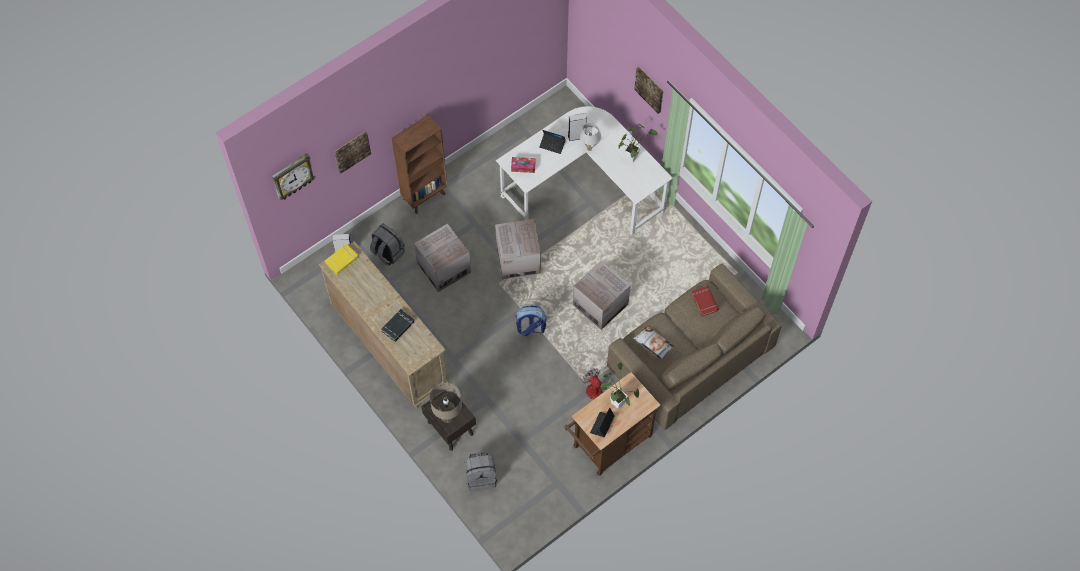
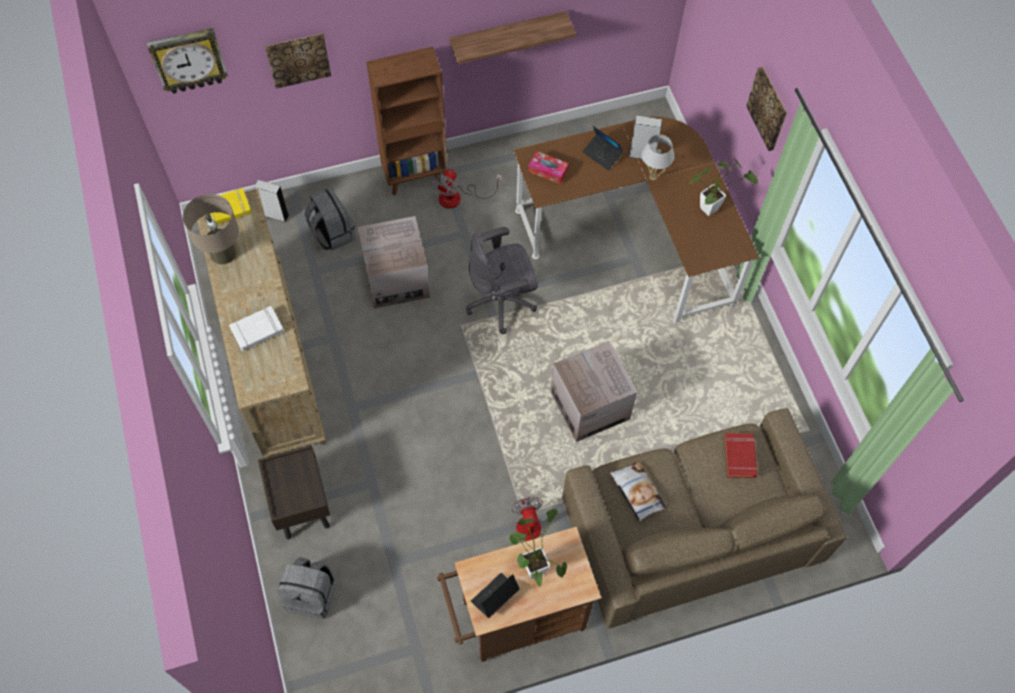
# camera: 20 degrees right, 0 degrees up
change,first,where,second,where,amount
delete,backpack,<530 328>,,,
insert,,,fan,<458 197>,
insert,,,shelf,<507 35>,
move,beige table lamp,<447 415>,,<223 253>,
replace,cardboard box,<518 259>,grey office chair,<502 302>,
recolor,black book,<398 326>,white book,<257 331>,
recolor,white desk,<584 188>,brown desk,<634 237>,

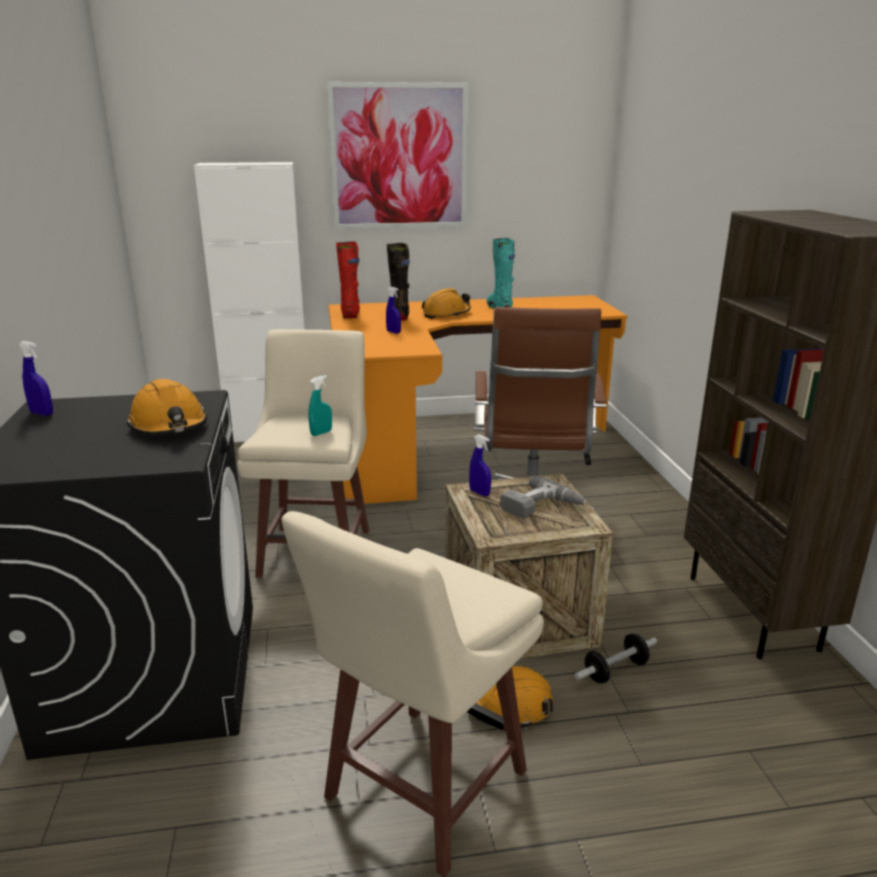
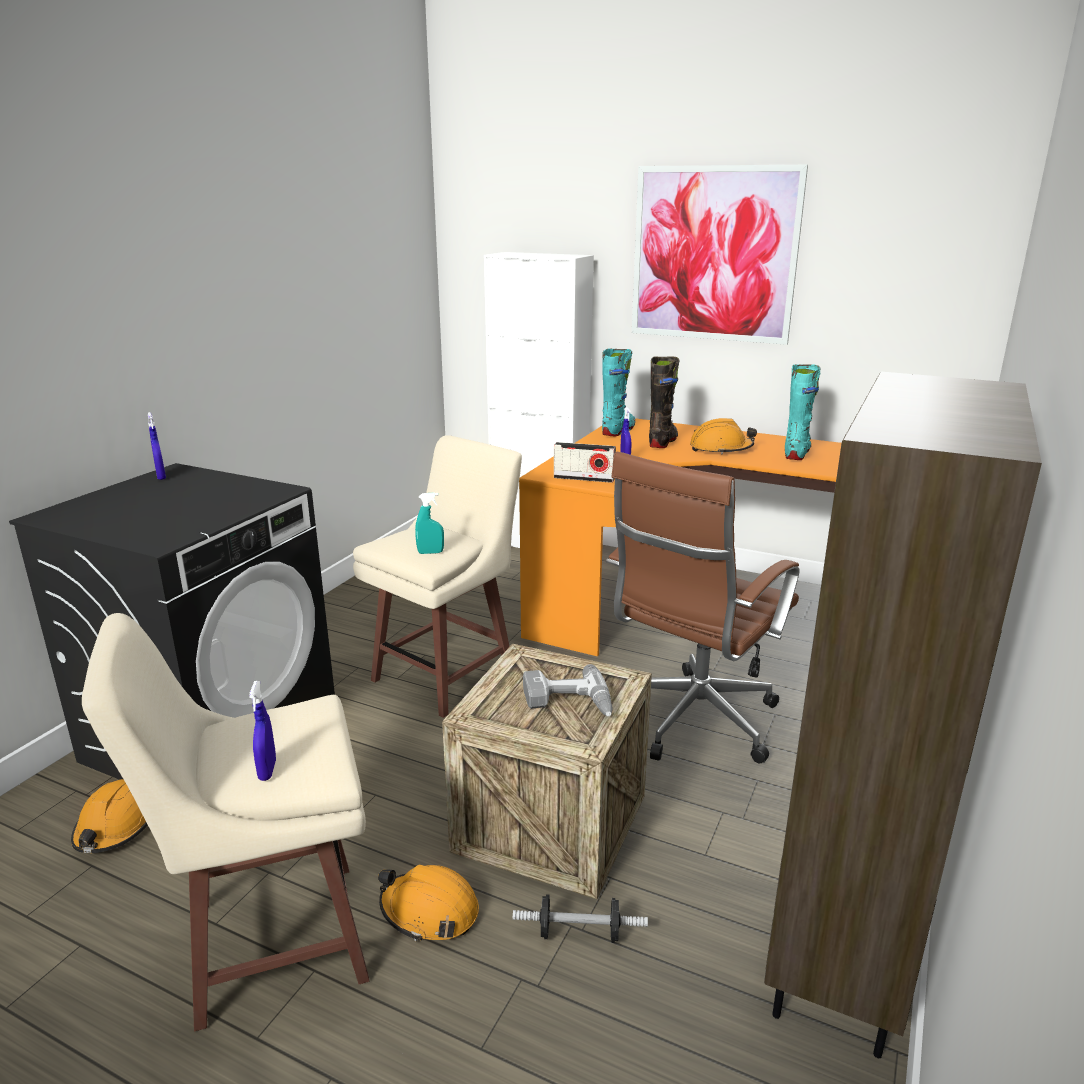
# camera: 35 degrees right, 0 degrees up
change,first,where,second,where,amount
insert,,,radio,<584 478>,
move,orange hard hat,<169 426>,,<115 827>,
move,blue spray bottle,<479 493>,,<267 770>,
recolor,red boot,<350 314>,turquoise boot,<618 431>,

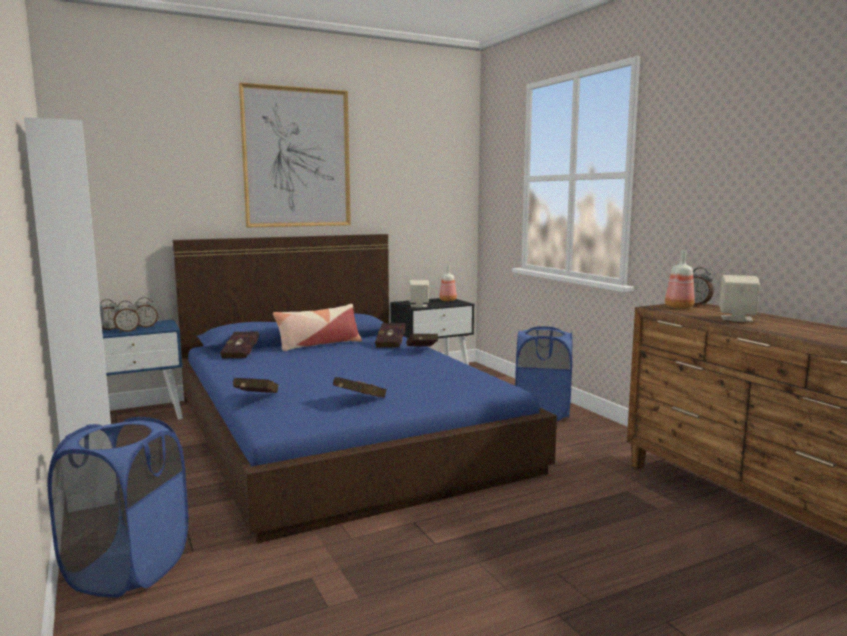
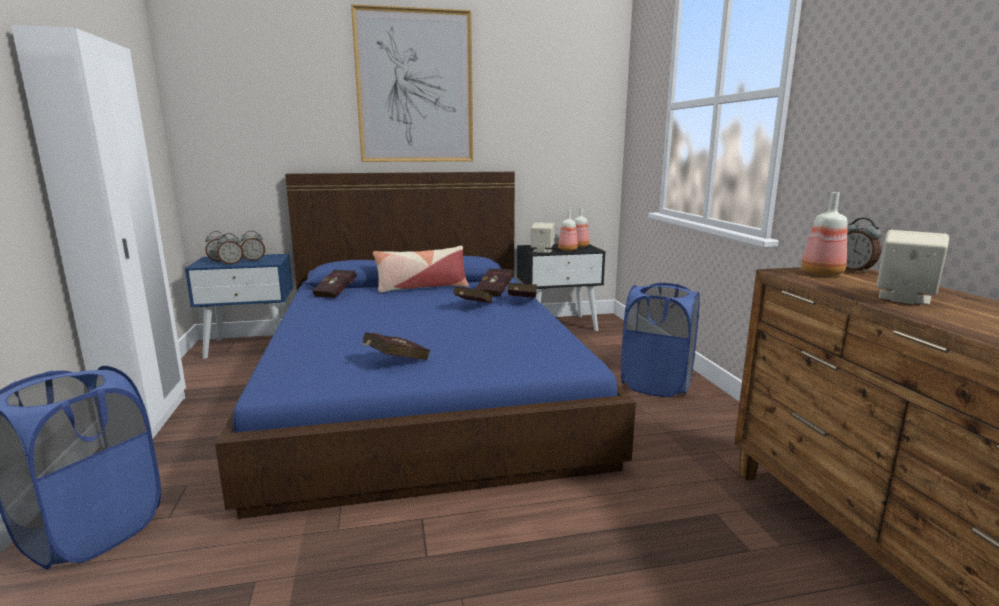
# camera: 15 degrees right, 5 degrees up
change,first,where,second,where,amount
insert,,,bottle,<568 250>,
move,red book,<255 399>,,<472 307>,

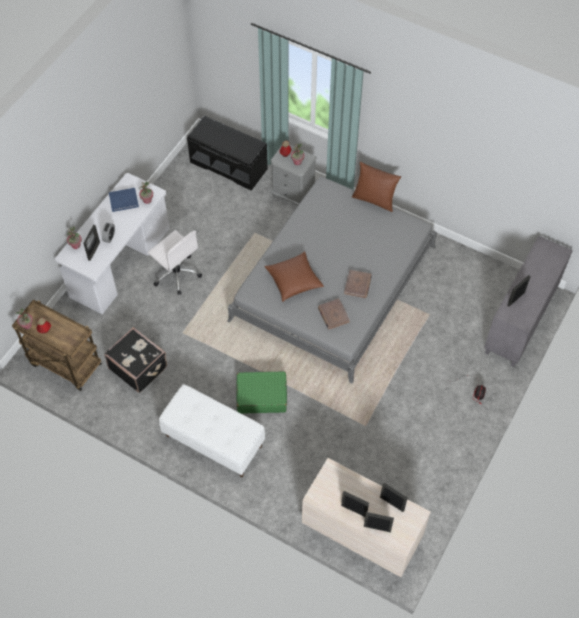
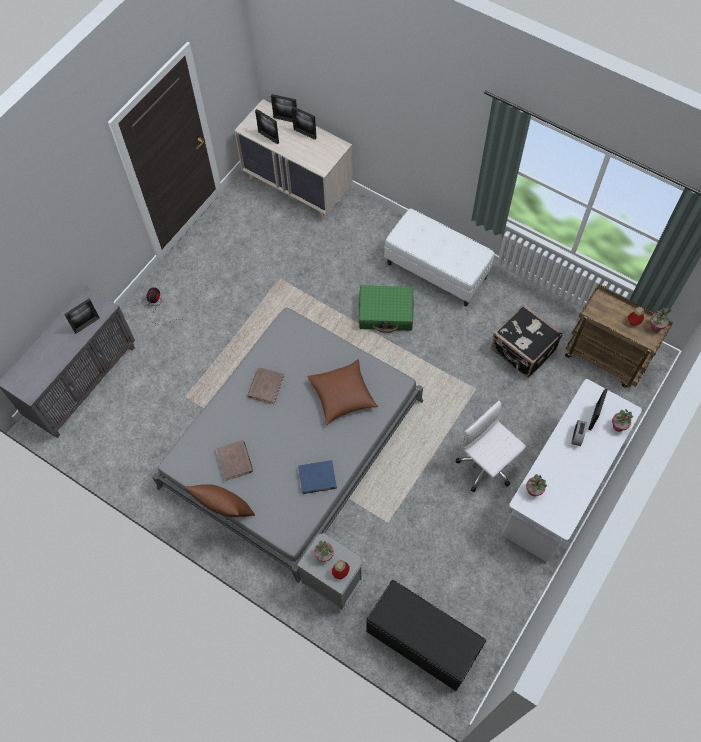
# camera: 175 degrees left, 5 degrees up
change,first,where,second,where,amount
move,blue book,<123 200>,,<317 478>,
move,brown book,<333 315>,,<235 461>,

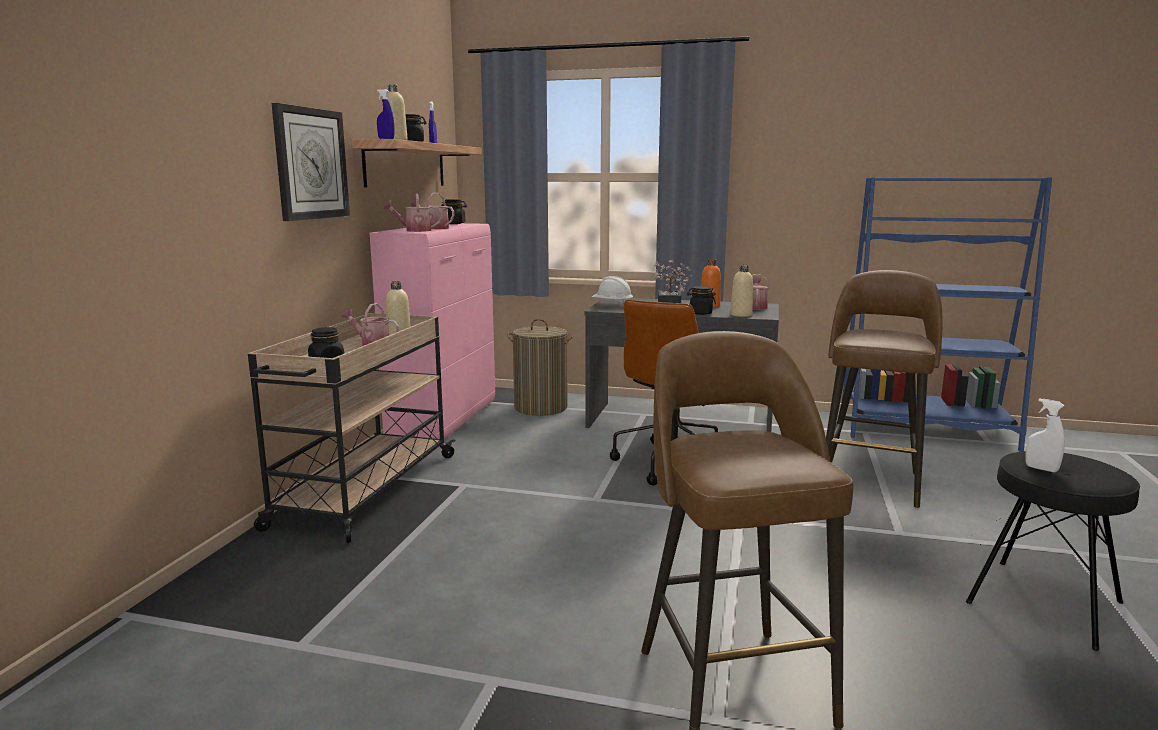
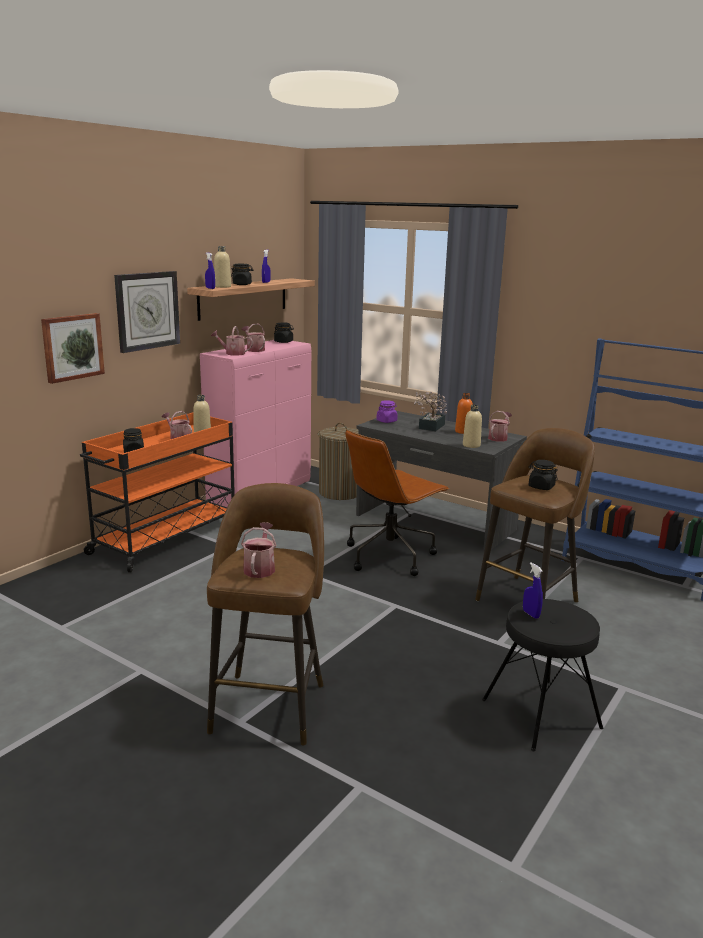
# camera: 20 degrees right, 5 degrees up
change,first,where,second,where,amount
insert,,,picture,<72 347>,
insert,,,watering can,<260 568>,
move,black jar,<700 313>,,<541 487>,
replace,white hard hat,<612 305>,purple jar,<386 421>,
recolor,beige cart,<364 491>,orange cart,<166 538>,
recolor,white spray bottle,<1041 469>,blue spray bottle,<531 614>,

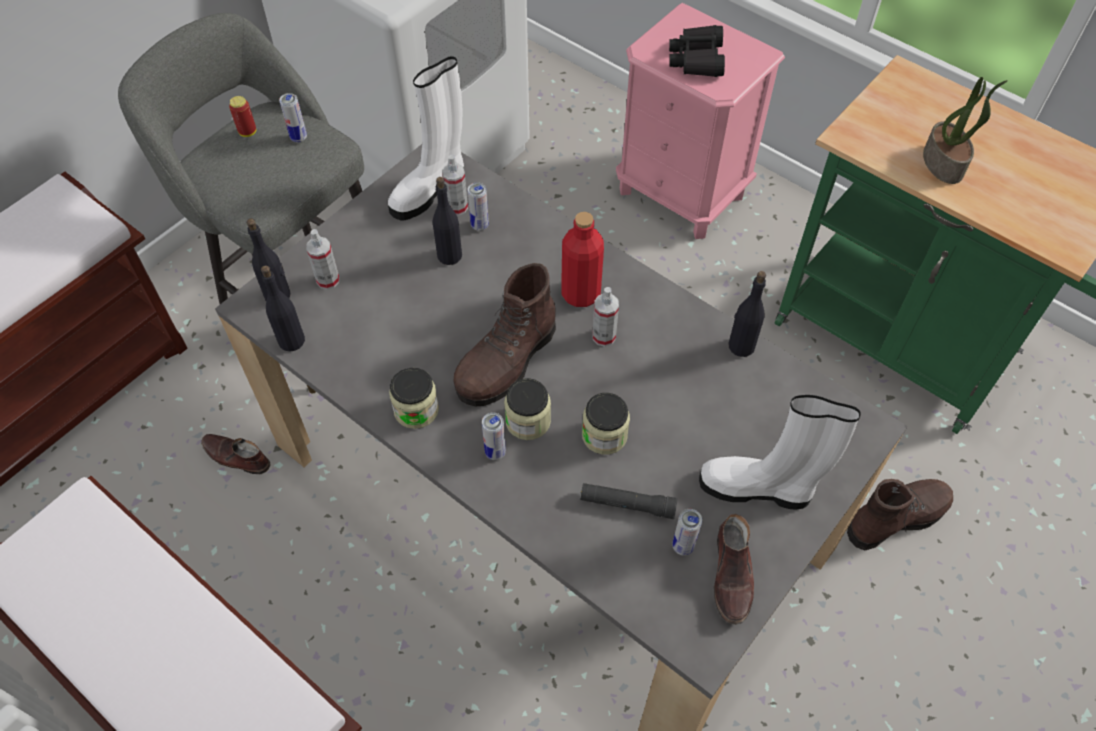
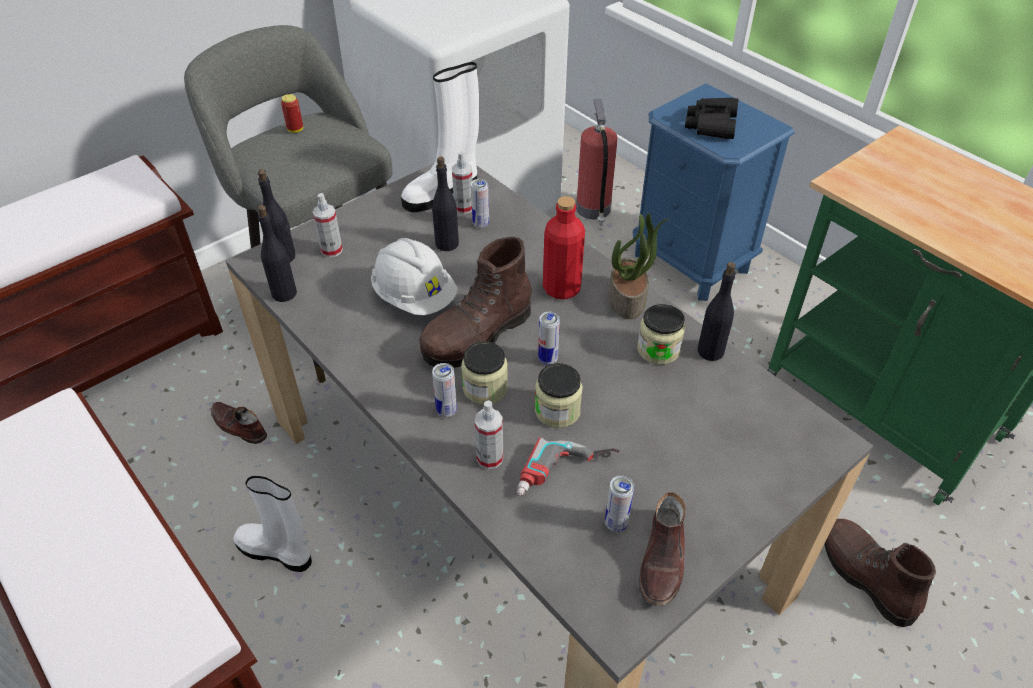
# camera: 10 degrees right, 10 degrees down
change,first,where,second,where,amount
insert,,,white hard hat,<414 297>,
insert,,,fire extinguisher,<593 209>,
move,can,<298 137>,,<547 359>,
move,jar,<416 410>,,<658 349>,
move,spray bottle,<604 336>,,<490 458>,
move,white boot,<758 488>,,<277 552>,
move,potted plant,<944 163>,,<628 299>,
replace,black flashlight,<627 504>,power drill,<566 476>,
recolor,pink nightstand,<681 193>,blue nightstand,<691 261>,
rotate,brown boot,<896 518>,,<866 577>,105 degrees counterclockwise

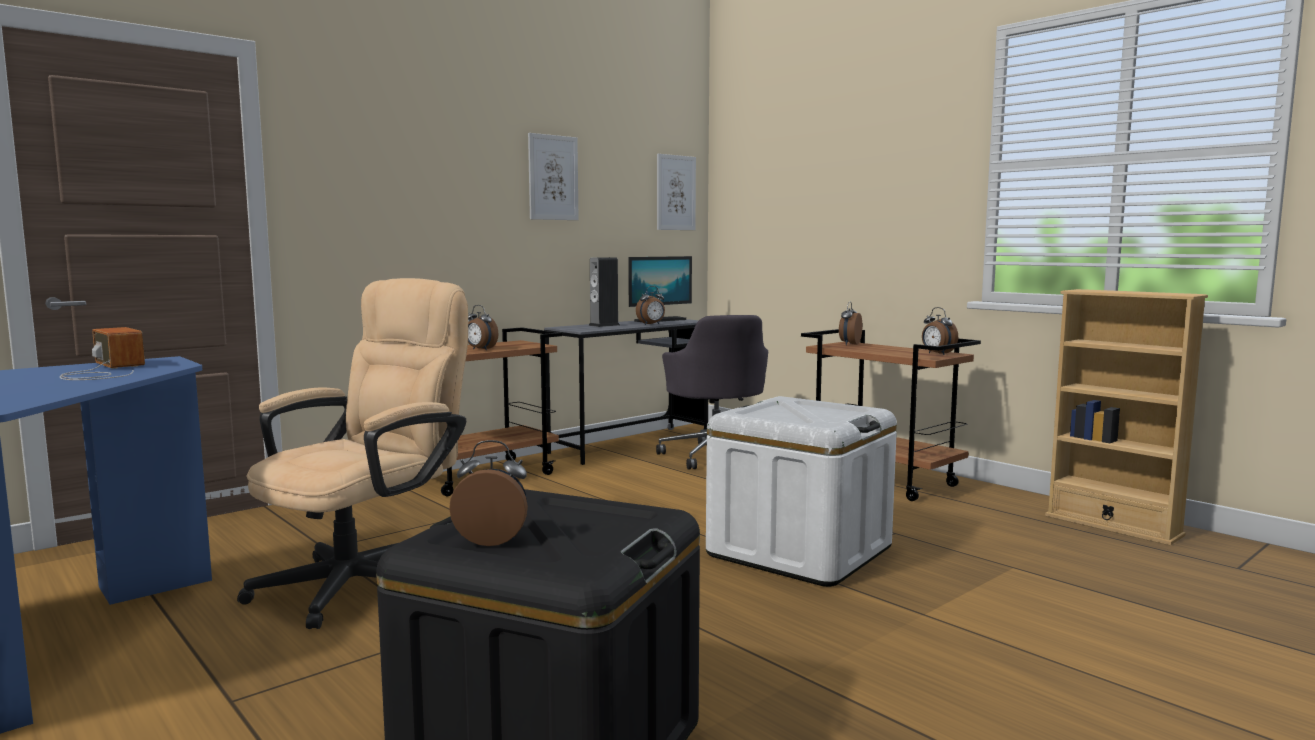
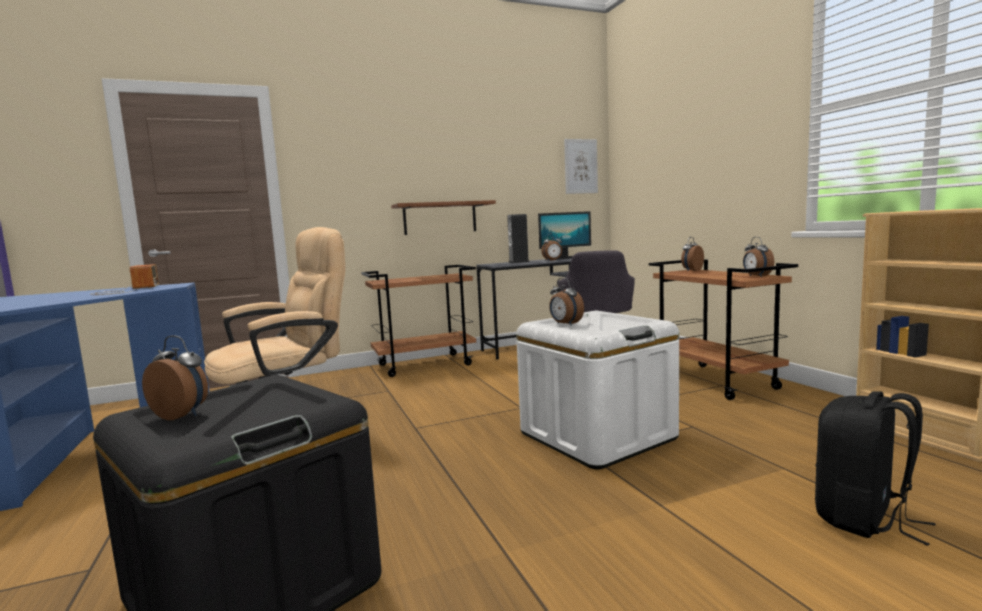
# camera: 20 degrees right, 0 degrees up
change,first,where,second,where,amount
delete,picture,<553 177>,,,
insert,,,brown shelf,<440 218>,
insert,,,black backpack,<863 519>,
move,alarm clock,<480 349>,,<565 324>,

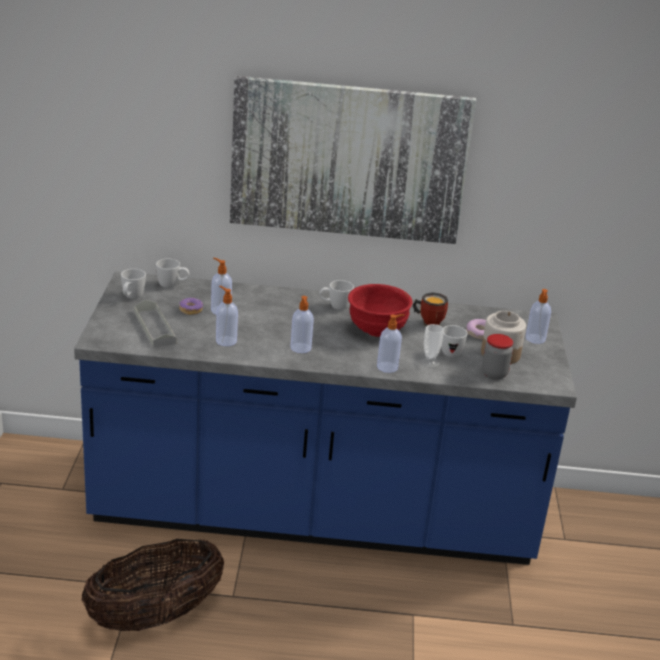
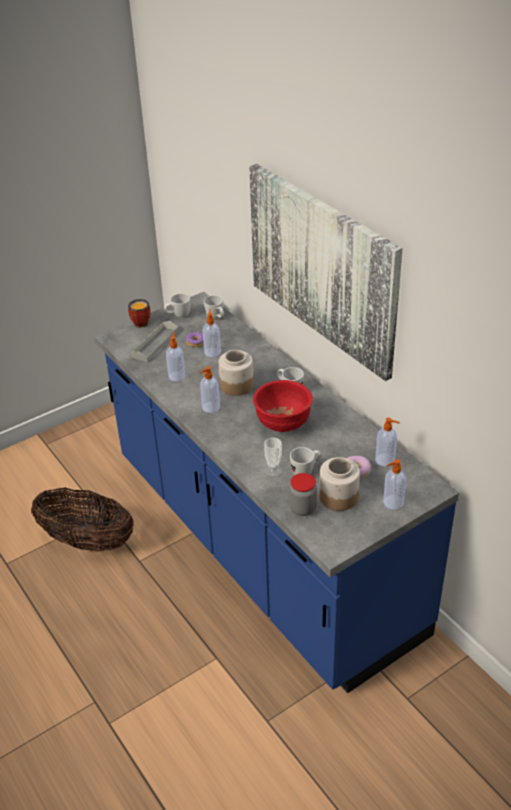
# camera: 55 degrees right, 10 degrees up
change,first,where,second,where,amount
insert,,,jar,<236 385>,
move,soap dispenser,<388 367>,,<385 460>,
move,mug,<428 322>,,<141 322>,

